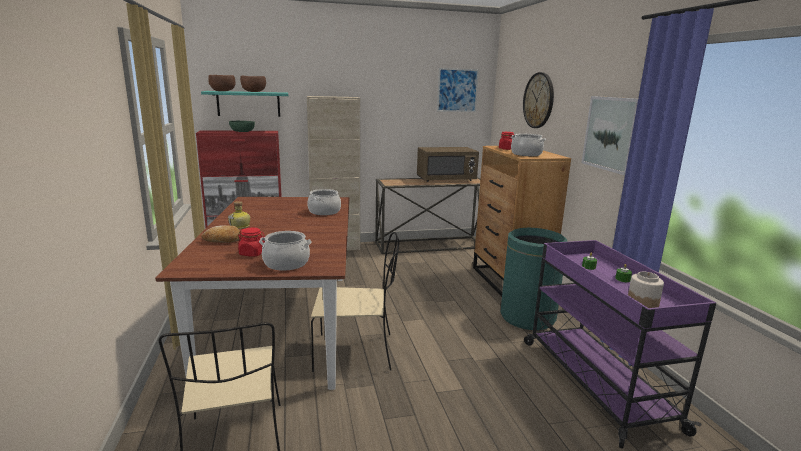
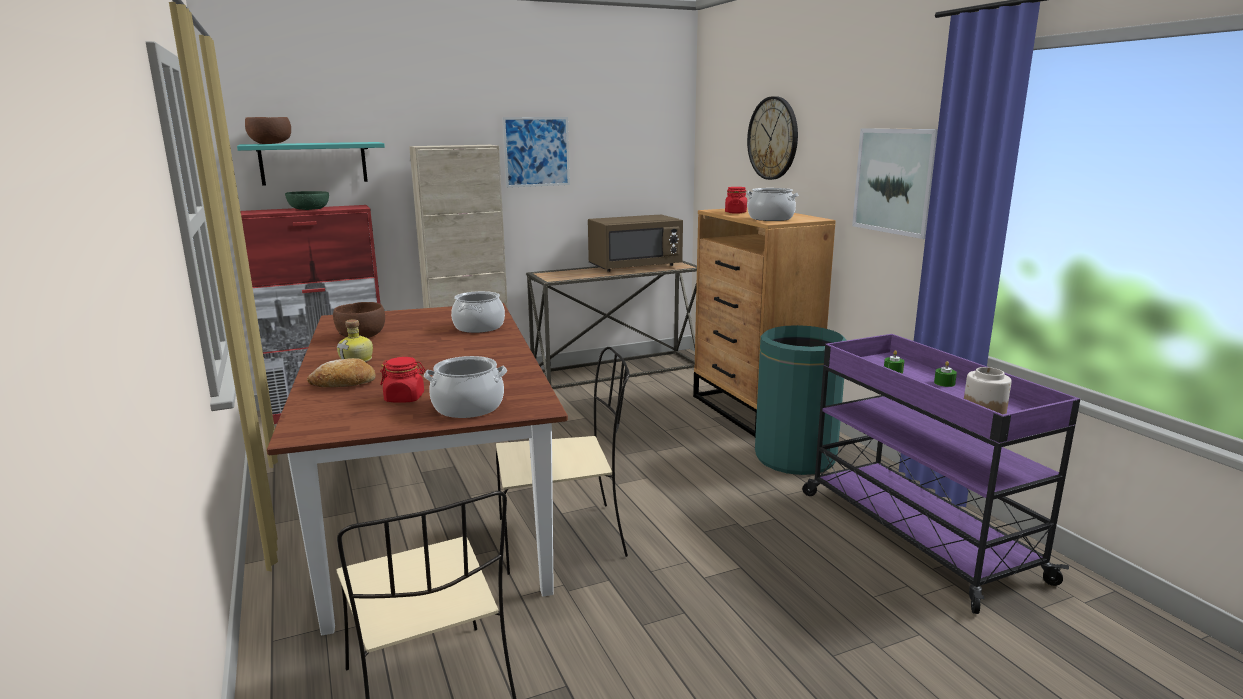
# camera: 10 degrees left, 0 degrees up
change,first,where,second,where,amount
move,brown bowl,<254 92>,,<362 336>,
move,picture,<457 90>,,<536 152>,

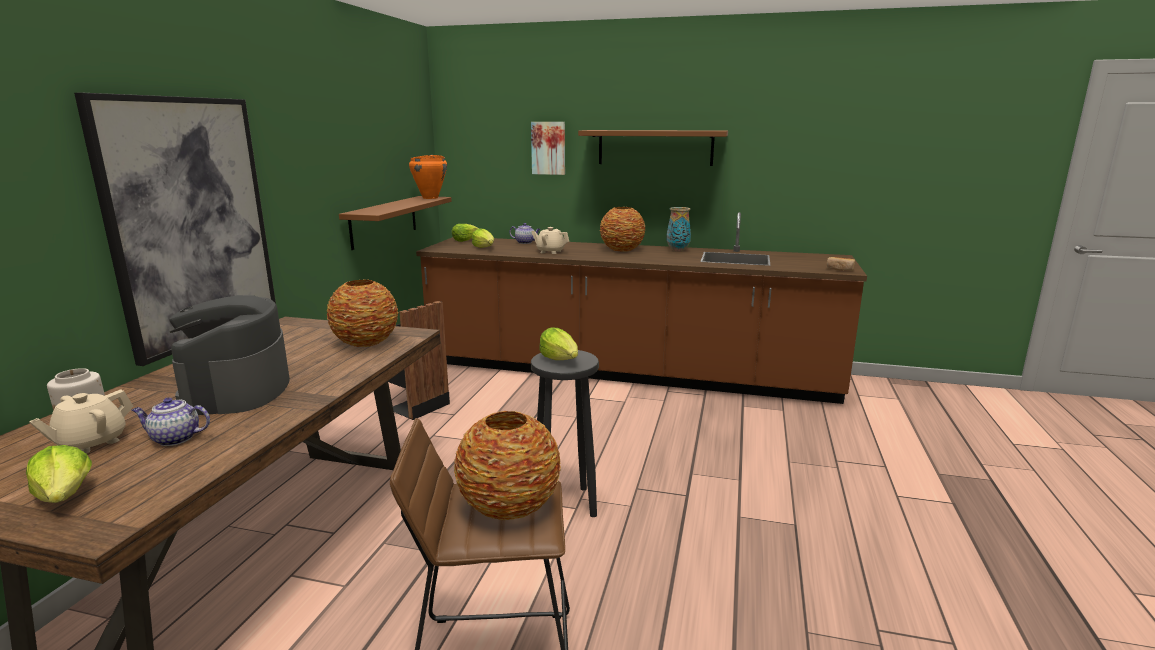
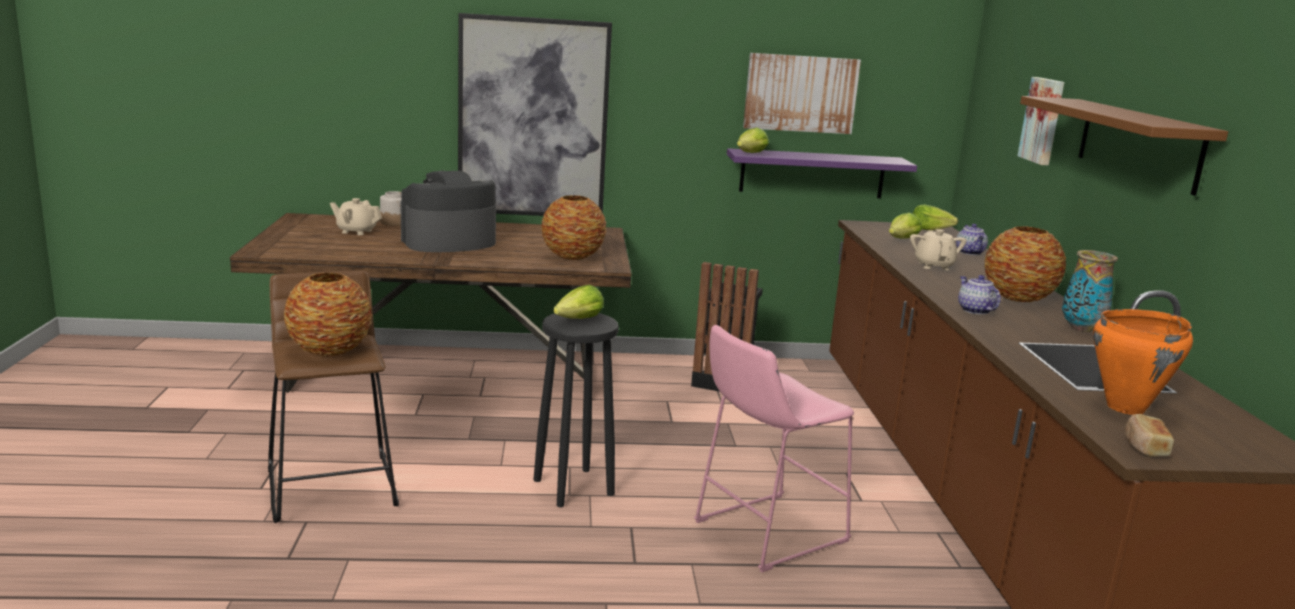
# camera: 70 degrees right, 0 degrees up
change,first,where,second,where,amount
insert,,,pink stool,<763 533>,
insert,,,picture,<800 93>,
move,lettuce,<65 496>,,<751 153>,
move,teapot,<174 439>,,<974 310>,
move,orange cooking pot,<430 198>,,<1126 408>,
recolor,brown shelf,<384 221>,purple shelf,<812 173>,

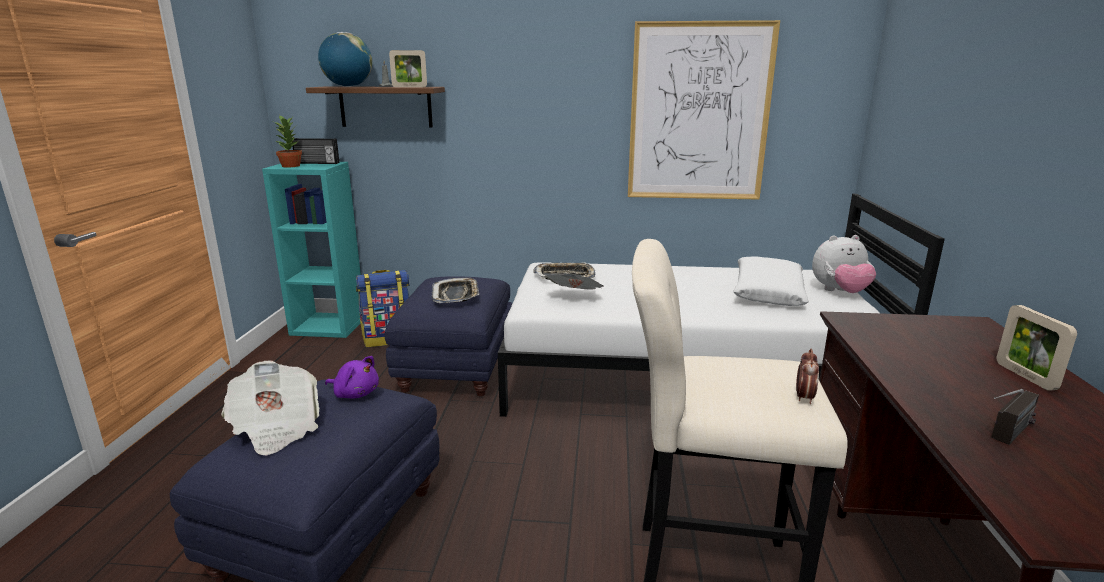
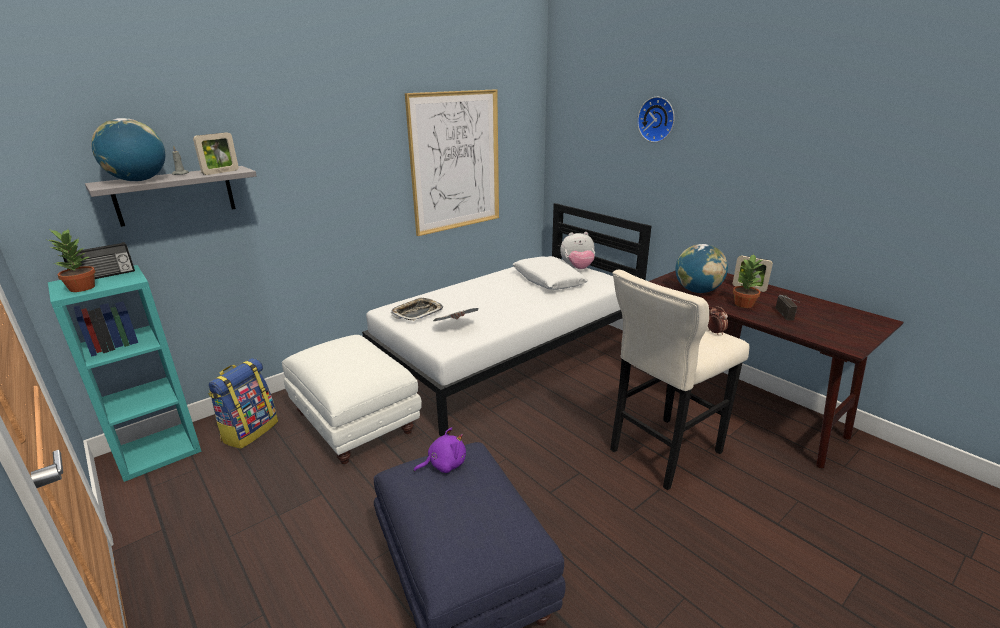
# camera: 45 degrees left, 5 degrees up
change,first,where,second,where,amount
delete,newspaper,<276 428>,,,
delete,tray,<456 295>,,,
insert,,,wall clock,<657 119>,
insert,,,globe,<697 291>,
insert,,,potted plant,<744 304>,
recolor,brown shelf,<385 107>,grey shelf,<175 195>,
recolor,blue ottoman,<456 368>,white ottoman,<356 424>,
rotate,plush toy,<839 292>,,<577 268>,45 degrees clockwise

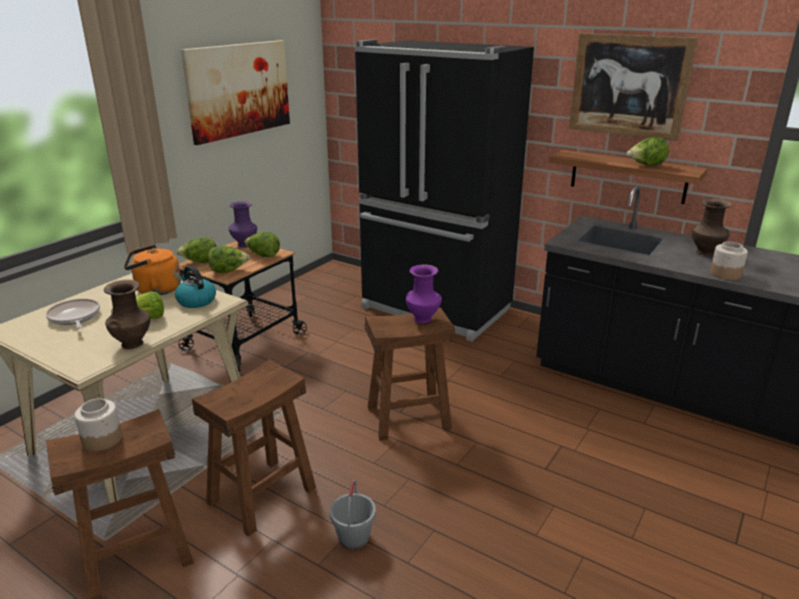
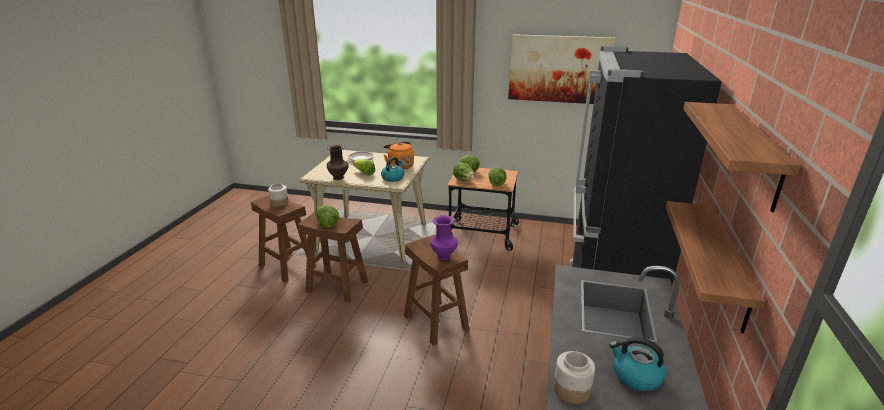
# camera: 70 degrees right, 0 degrees up
change,first,where,second,where,amount
delete,purple vase,<244 245>,,,
delete,grey bucket,<353 538>,,,
move,lettuce,<646 165>,,<327 224>,
replace,picture,<629 86>,shelf,<753 154>,
replace,brown vase,<706 253>,kettle,<636 376>,

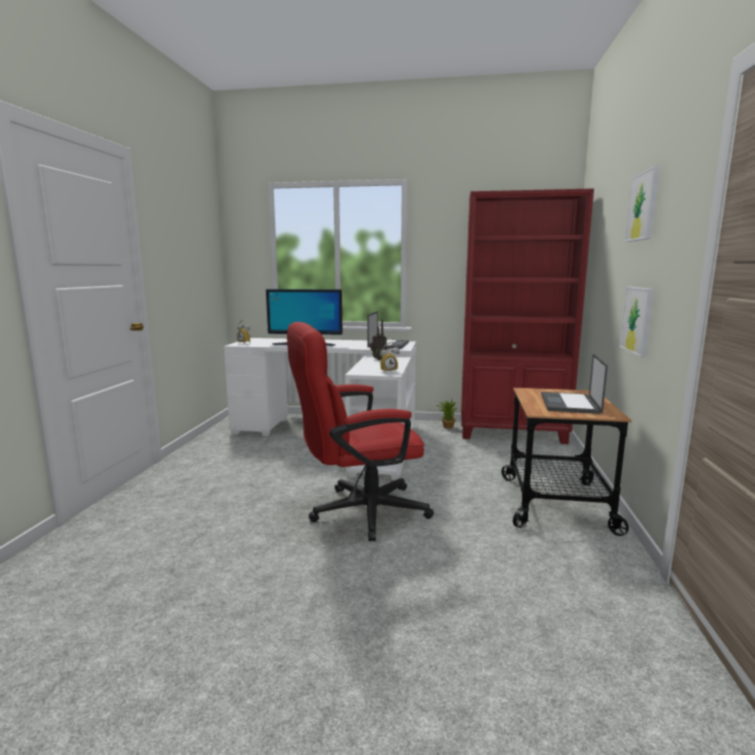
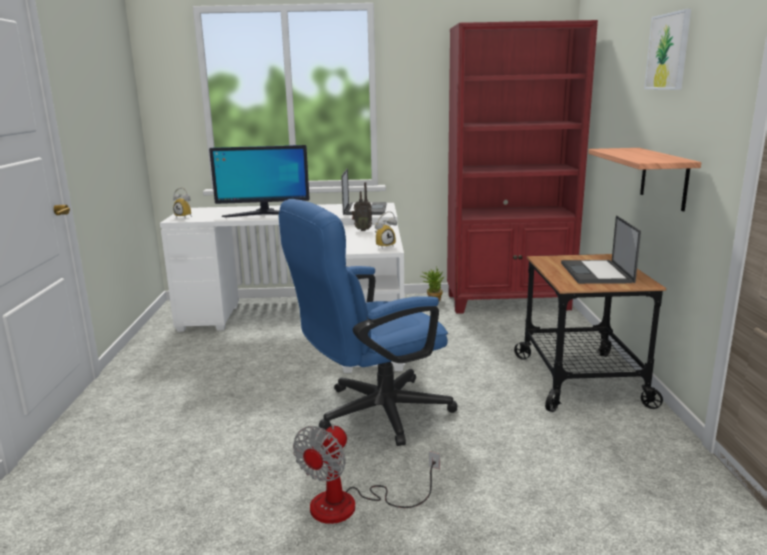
# camera: 10 degrees left, 5 degrees up
change,first,where,second,where,amount
insert,,,fan,<350 505>,
replace,picture,<637 320>,shelf,<664 178>,
recolor,red office chair,<358 512>,blue office chair,<372 414>,

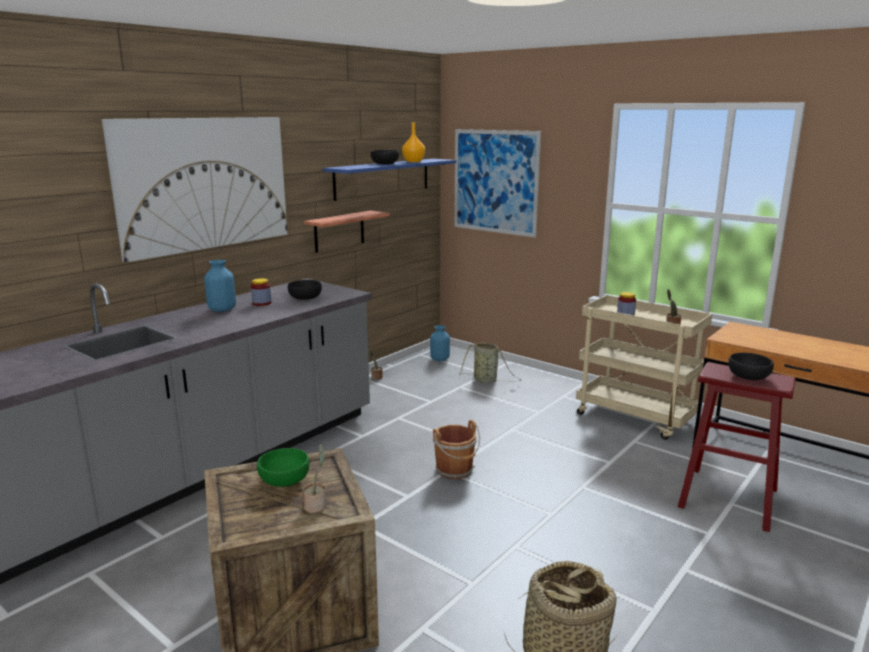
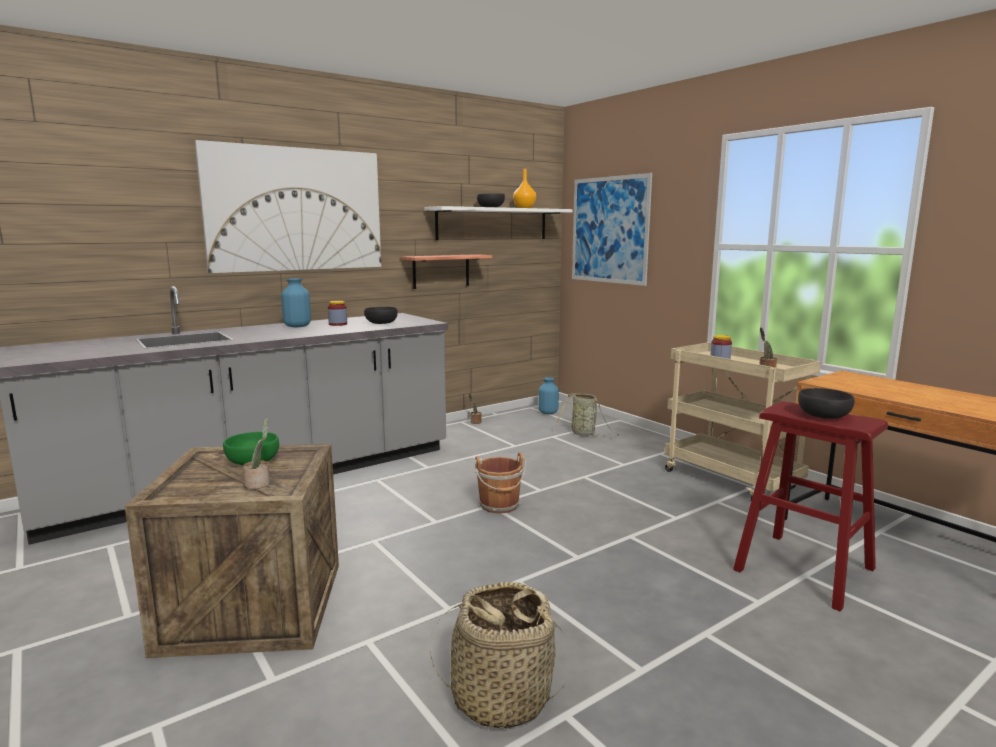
# camera: 15 degrees right, 5 degrees down
change,first,where,second,where,amount
recolor,blue shelf,<383 178>,white shelf,<493 224>,

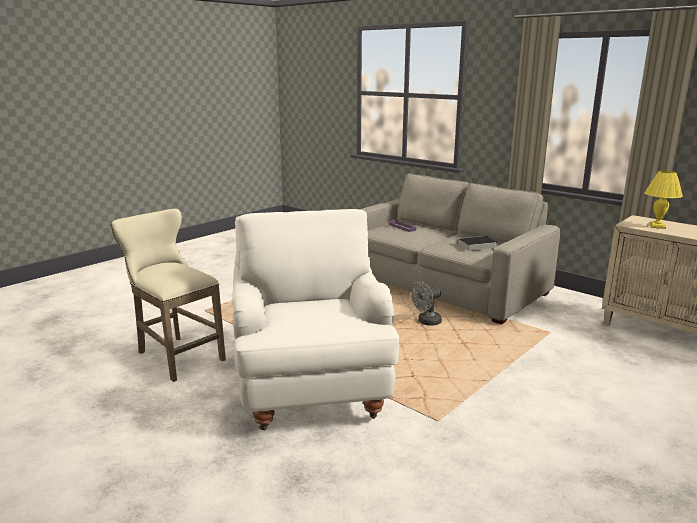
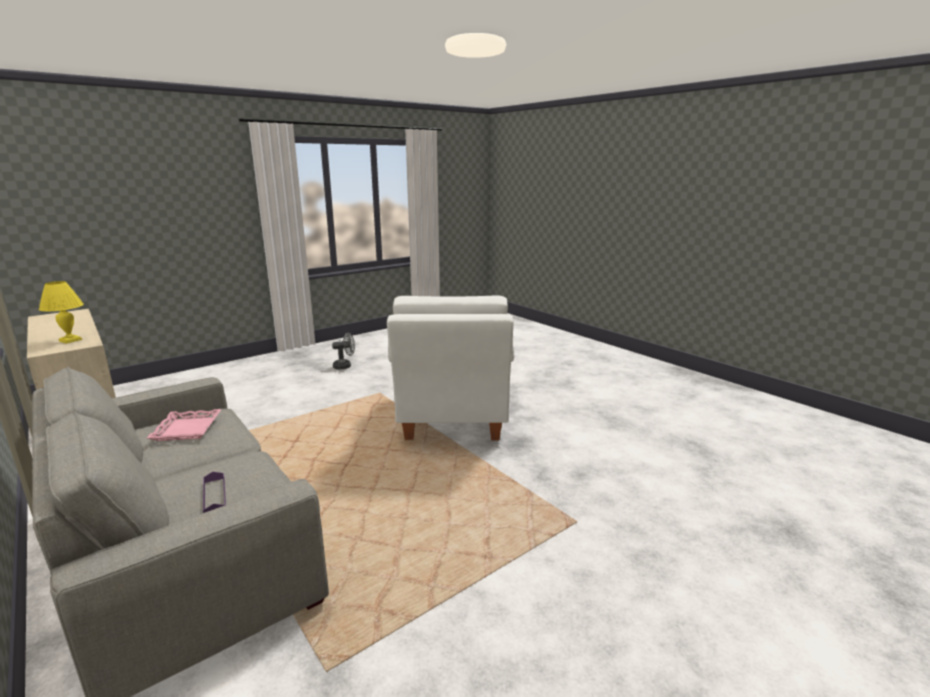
# camera: 170 degrees left, 0 degrees up
change,first,where,second,where,amount
delete,beige stool,<176 355>,,,
move,grey fan,<426 322>,,<345 366>,
replace,book,<475 246>,pink tray,<186 429>,

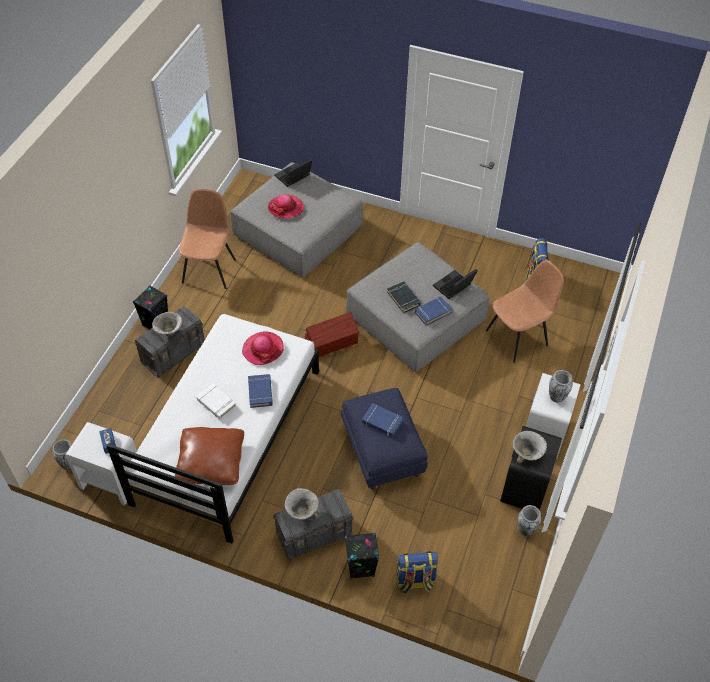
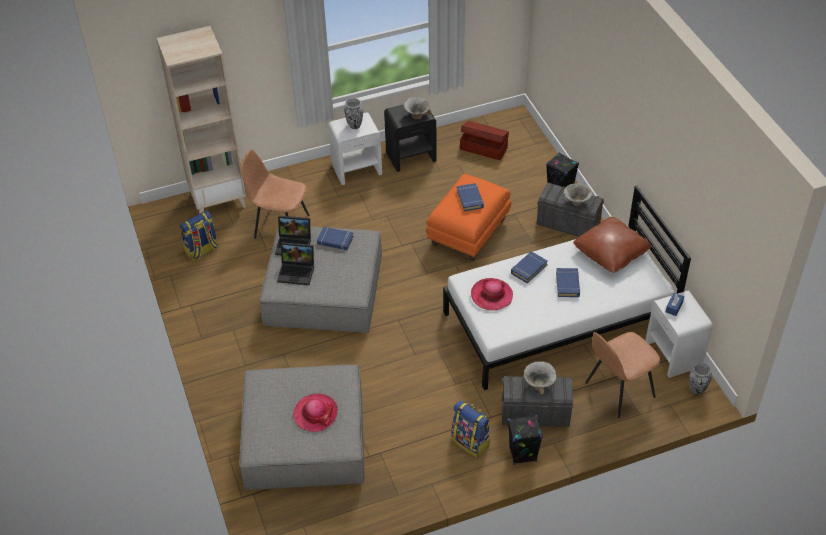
# camera: 130 degrees left, 5 degrees down
change,first,where,second,where,amount
delete,black book,<403 299>,,,
delete,vase,<525 530>,,,
insert,,,beige bookcase,<218 200>,
move,brown chair,<209 270>,,<618 390>,
move,laptop,<293 177>,,<297 272>,
move,brown storage box,<332 343>,,<483 148>,
move,backpack,<414 582>,,<471 442>,
recolor,white book,<216 403>,blue book,<567 284>,
recolor,blue ottoman,<382 451>,orange ottoman,<468 234>,

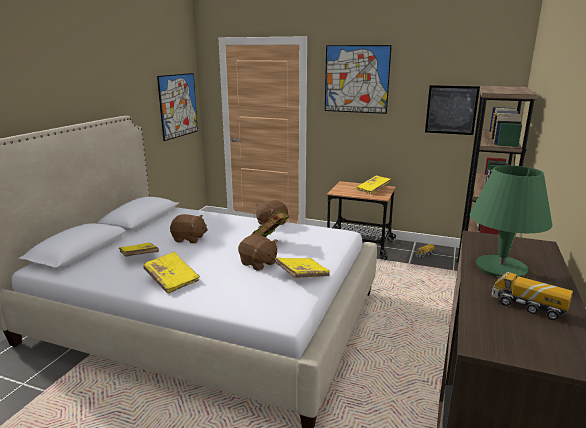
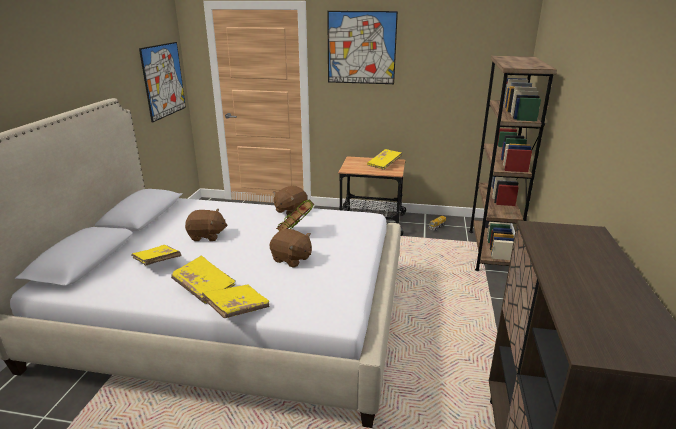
# camera: 10 degrees left, 5 degrees up
change,first,where,second,where,amount
delete,picture,<451 110>,,,
delete,green table lamp,<500 268>,,,
delete,toy truck,<527 307>,,,
move,yellow book,<302 275>,,<237 309>,

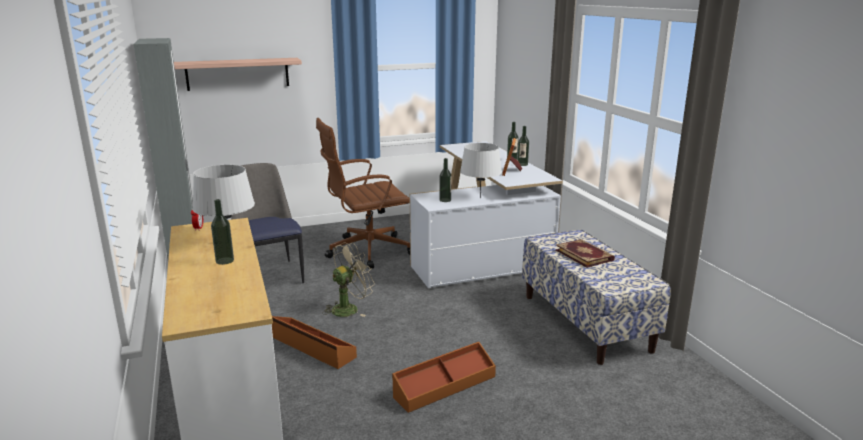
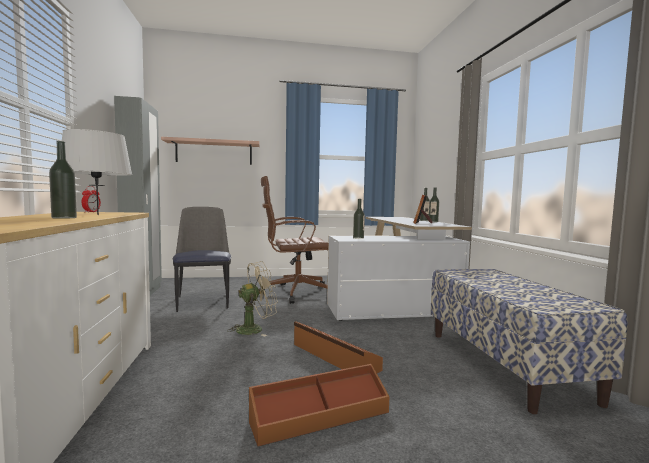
# camera: 10 degrees right, 15 degrees down
change,first,where,second,where,amount
delete,grey table lamp,<480 197>,,,
delete,book,<584 255>,,,
move,brown storage box,<312 347>,,<333 357>,

